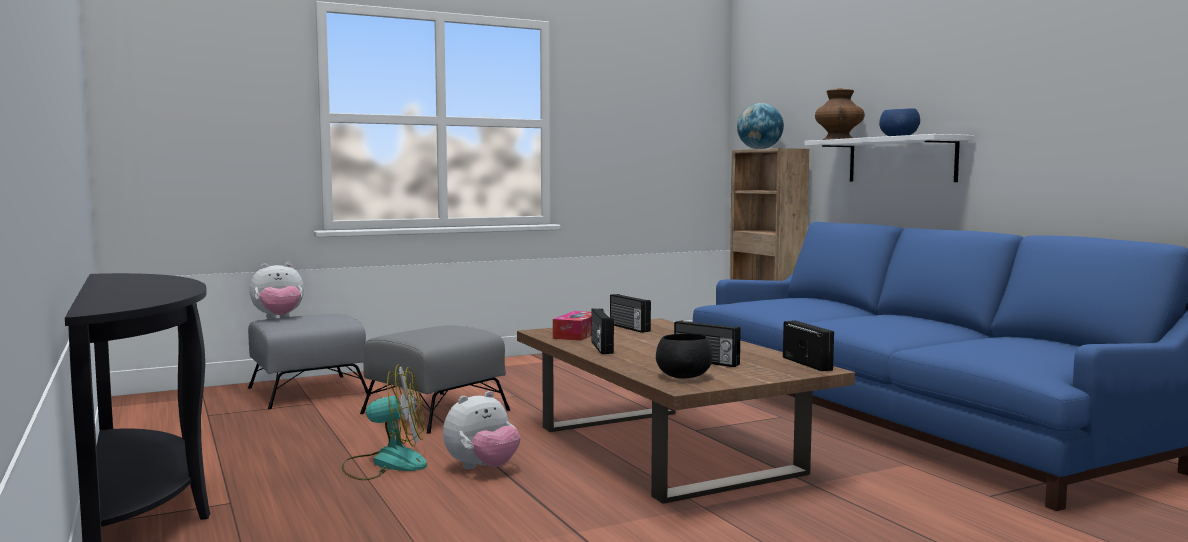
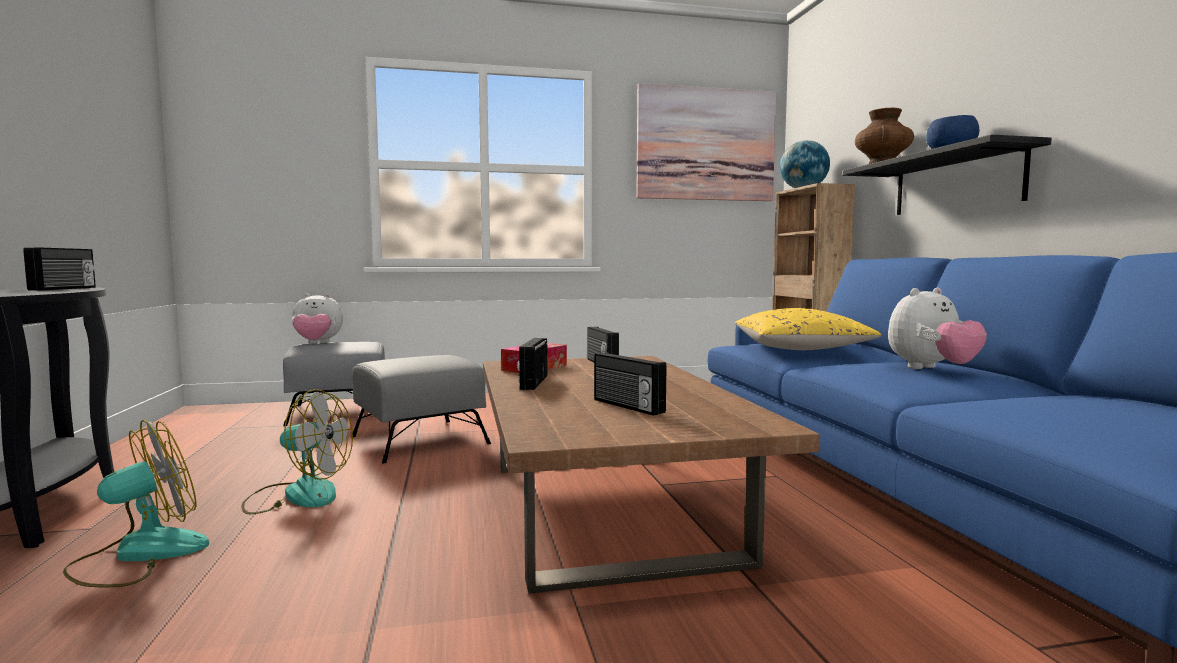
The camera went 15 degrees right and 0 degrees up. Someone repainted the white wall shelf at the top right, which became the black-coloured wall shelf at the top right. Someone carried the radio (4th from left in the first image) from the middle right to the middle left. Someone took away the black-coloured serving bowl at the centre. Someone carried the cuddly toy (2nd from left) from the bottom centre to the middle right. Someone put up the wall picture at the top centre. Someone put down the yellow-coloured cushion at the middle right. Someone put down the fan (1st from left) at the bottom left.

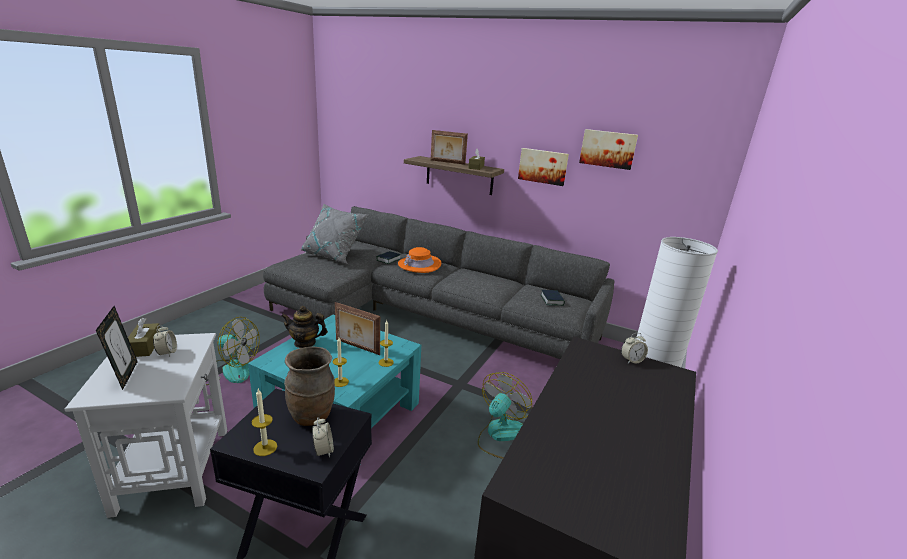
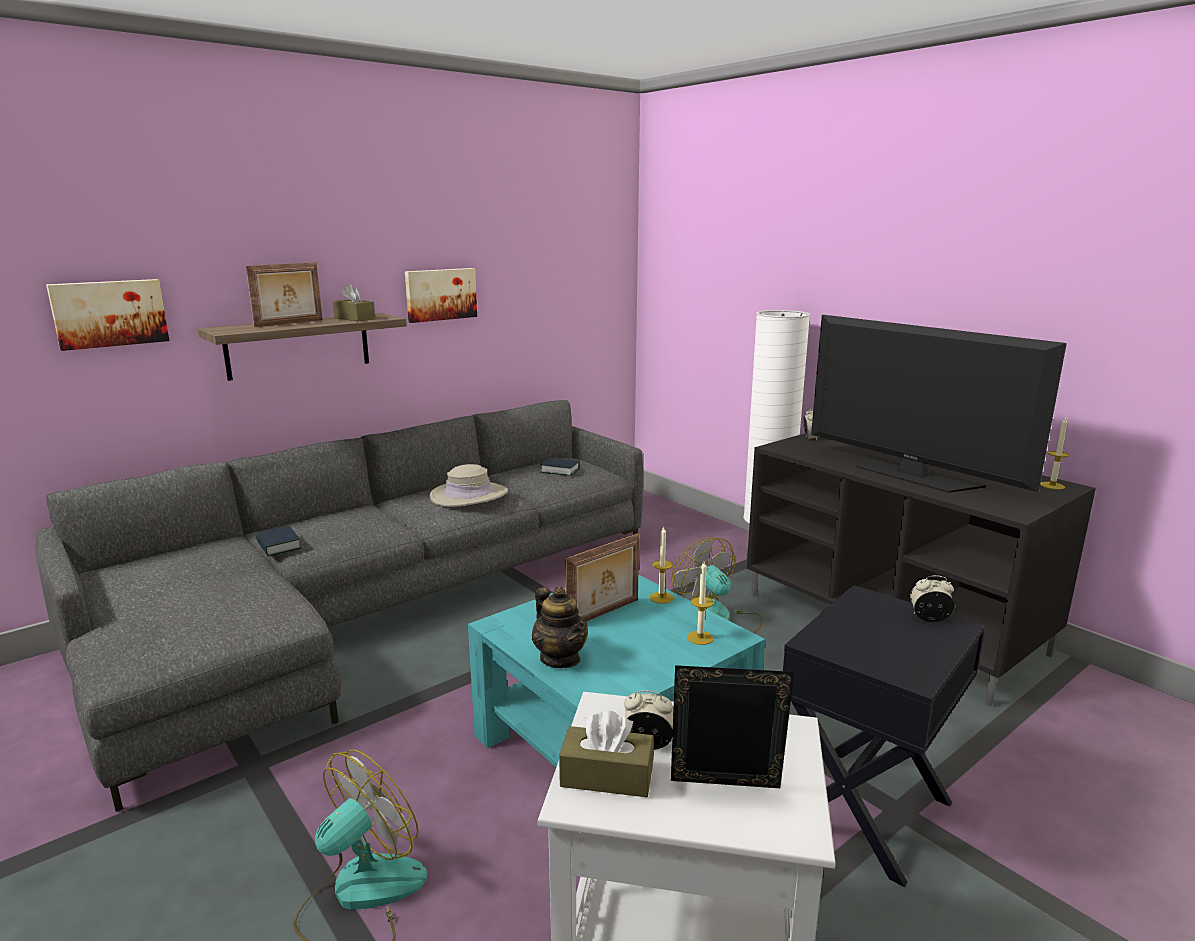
The camera went 65 degrees left and 5 degrees down. Someone carried the wall picture (2nd from left in the first image) from the top right to the middle left. Someone took away the greyish cushion at the centre. Someone took away the orange hat at the centre. Someone rotated the pot for tea at the centre by 60 degrees counterclockwise. Someone took away the brown-coloured decorative vase at the bottom centre. Someone carried the candle (1st from left in the first image) from the bottom left to the middle right. Someone put down the TV at the middle right. Someone put down the beige hat at the centre.

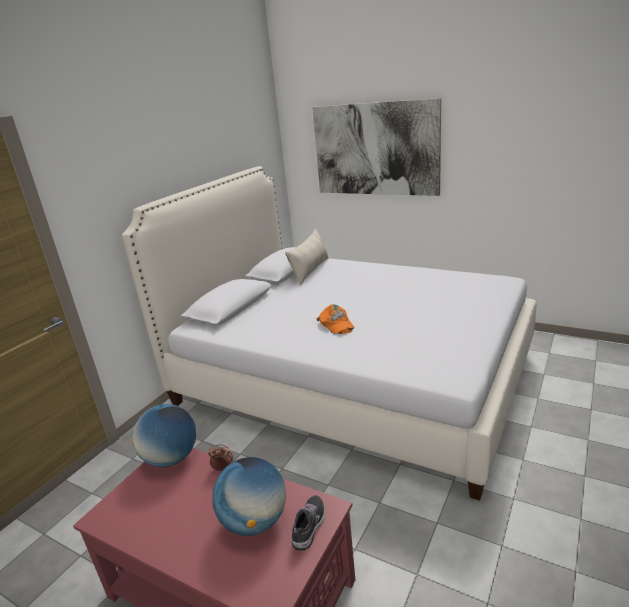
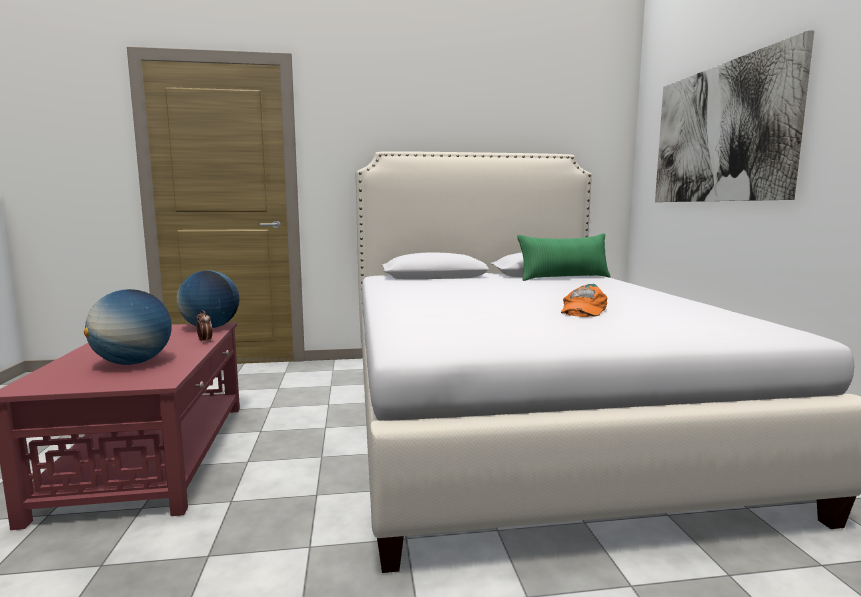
The camera went 50 degrees right and 15 degrees down. Someone repainted the beige cushion at the centre, which became the greenish cushion at the centre. Someone carried the orange cap from the centre to the middle right. Someone took away the item of footwear at the bottom centre.

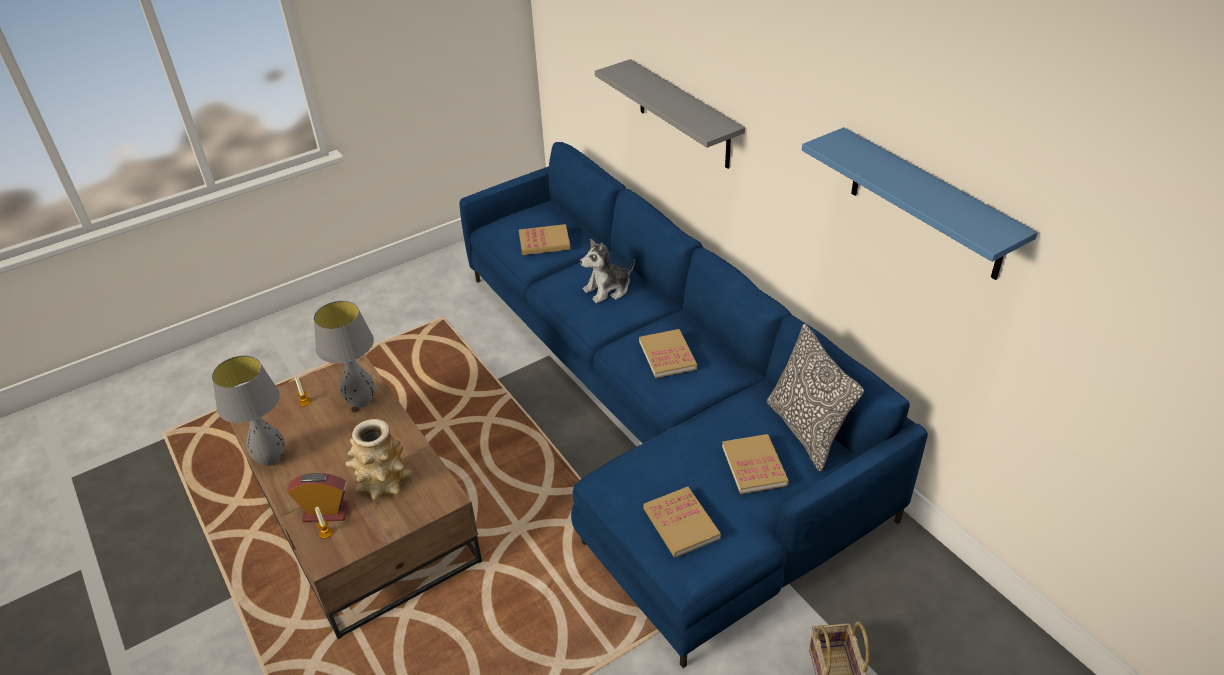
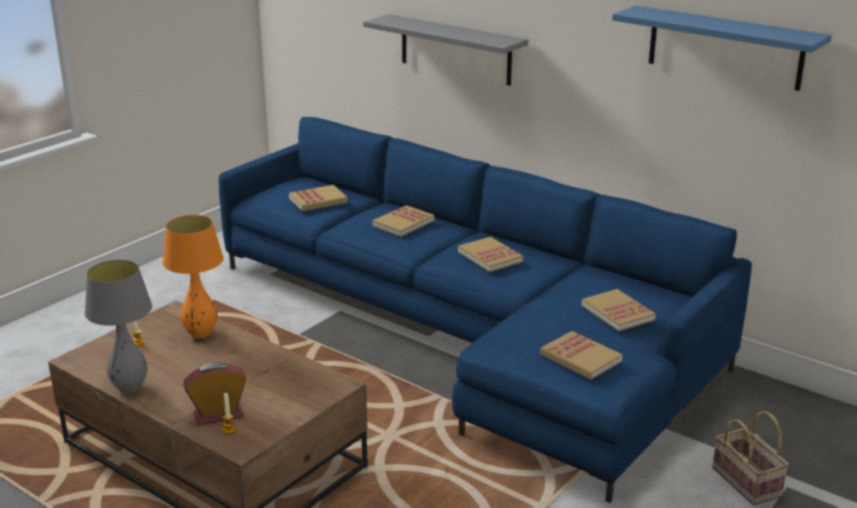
The camera went 20 degrees left and 15 degrees down. Someone swapped the cuddly toy at the centre for the book (2nd from left) at the centre. Someone repainted the greyish table lamp (2nd from left) at the middle left, which became the orange table lamp at the middle left. Someone took away the cushion at the centre. Someone took away the decorative vase at the bottom left.

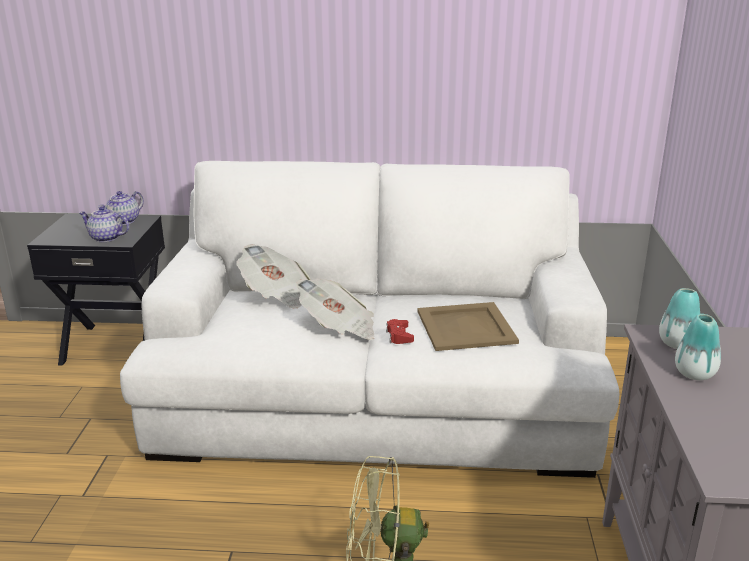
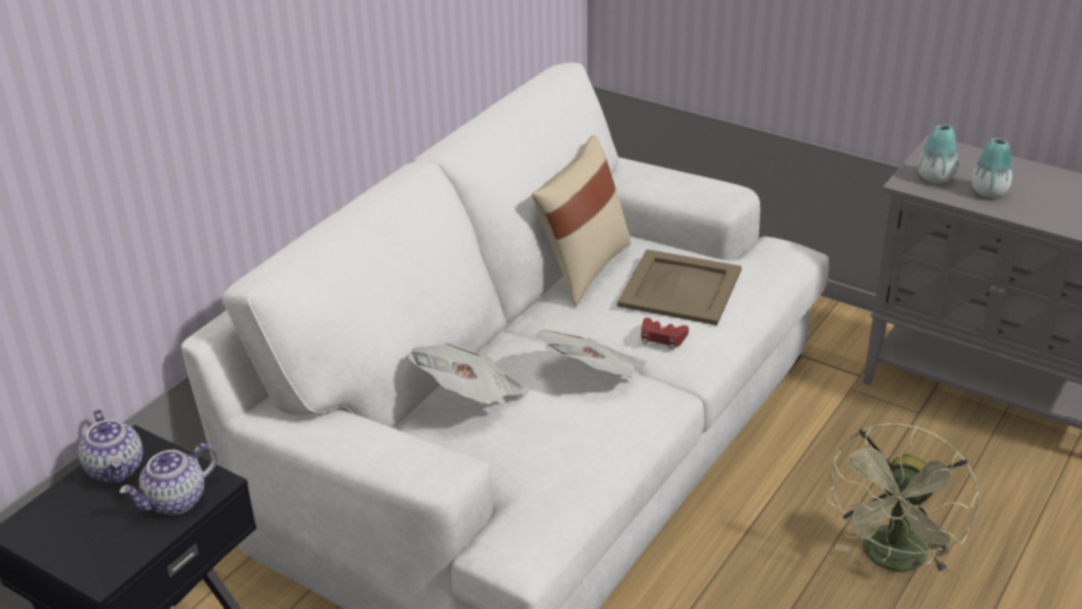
The camera went 60 degrees left and 10 degrees up. Someone put down the beige cushion at the centre.

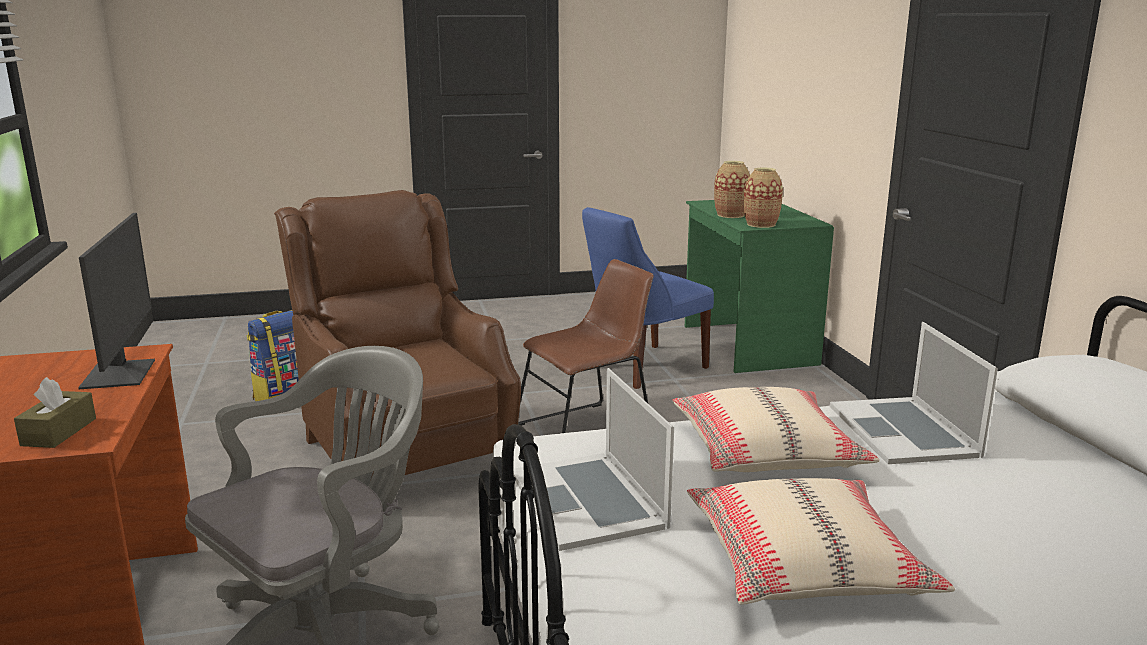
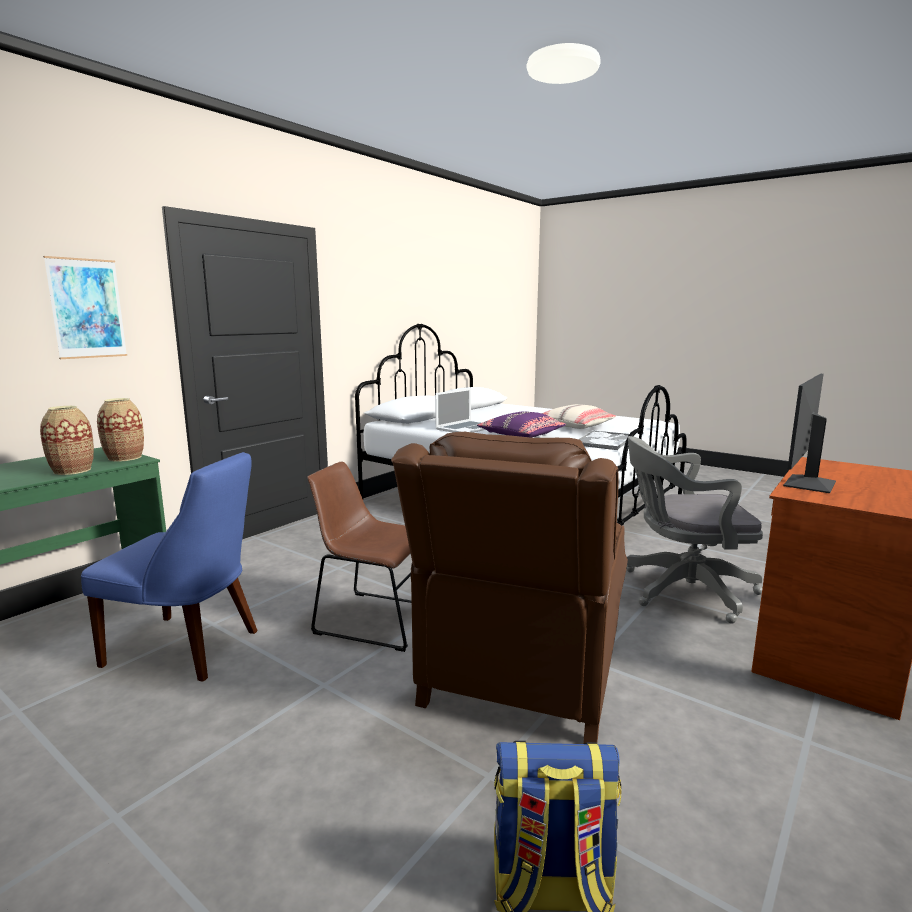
The camera went 130 degrees left and 5 degrees down. Someone swapped the laptop (1st from left) at the bottom centre for the tray at the centre. Someone took away the brown-coloured box of tissues at the middle left. Someone repainted the beige cushion (1st from left) at the middle right, which became the purplish cushion at the centre. Someone put up the wall picture at the middle left.

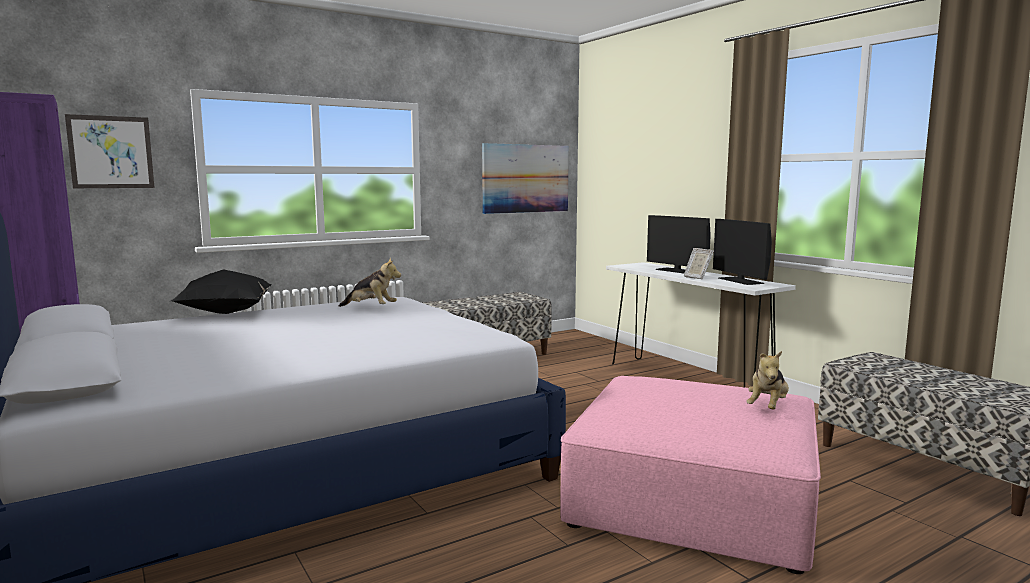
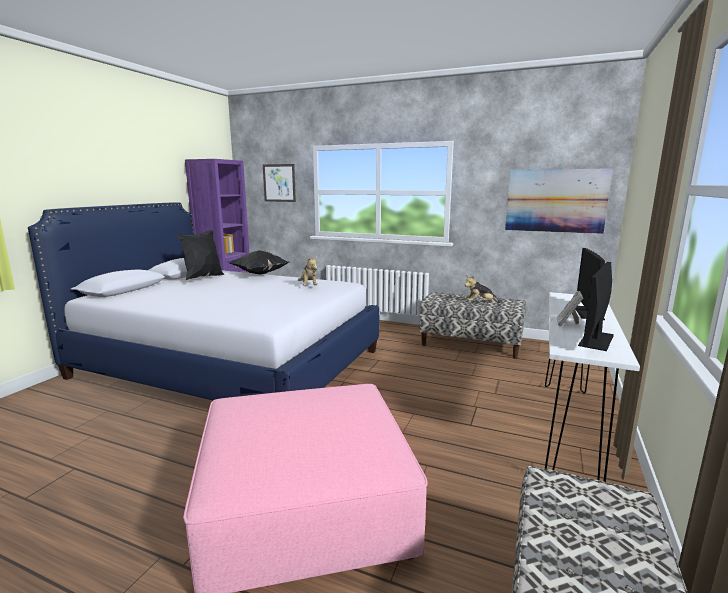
The camera went 55 degrees right and 5 degrees up. Someone carried the cuddly toy (2nd from left) from the middle right to the centre. Someone put down the black-coloured cushion (1st from left) at the middle left.

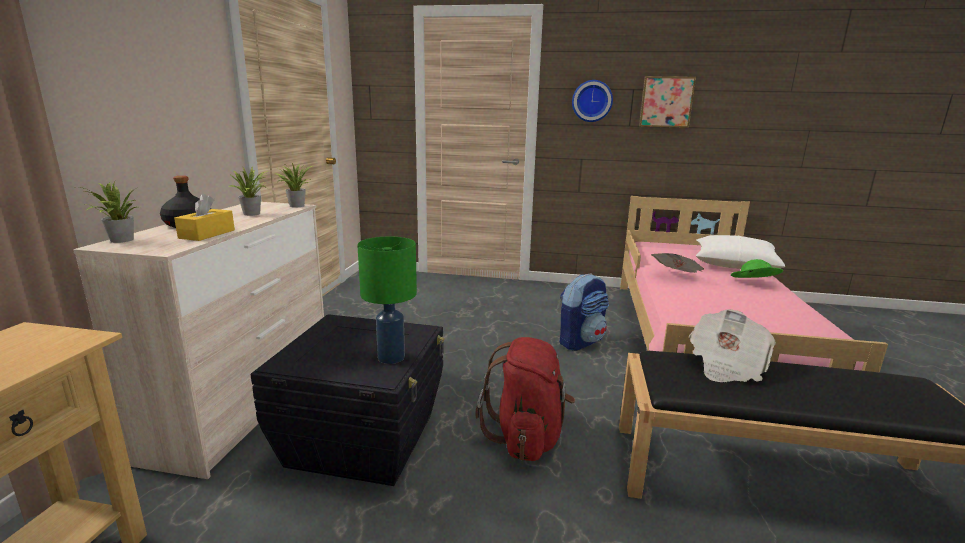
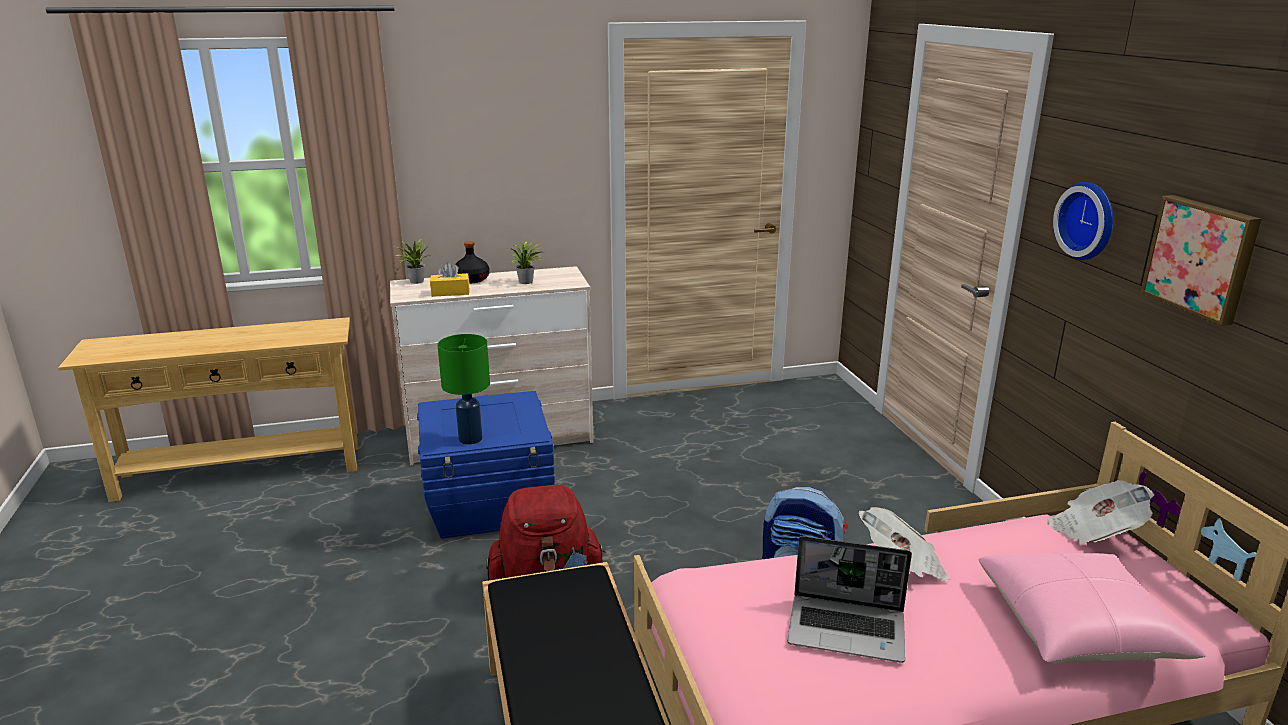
The camera went 65 degrees right and 5 degrees up. Someone took away the potted plant (3rd from left) at the middle left. Someone repainted the white cushion at the middle right, which became the pinkish cushion at the bottom right. Someone took away the greenish hat at the middle right. Someone carried the daily paper (2nd from left) from the middle right to the bottom right. Someone repainted the black-coloured storage box at the bottom centre, which became the bluish storage box at the centre. Someone put down the laptop at the bottom centre.

